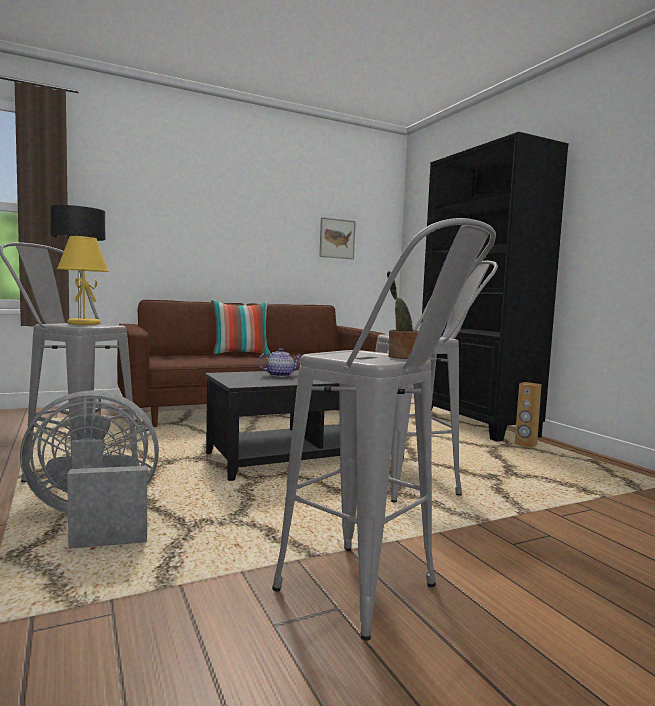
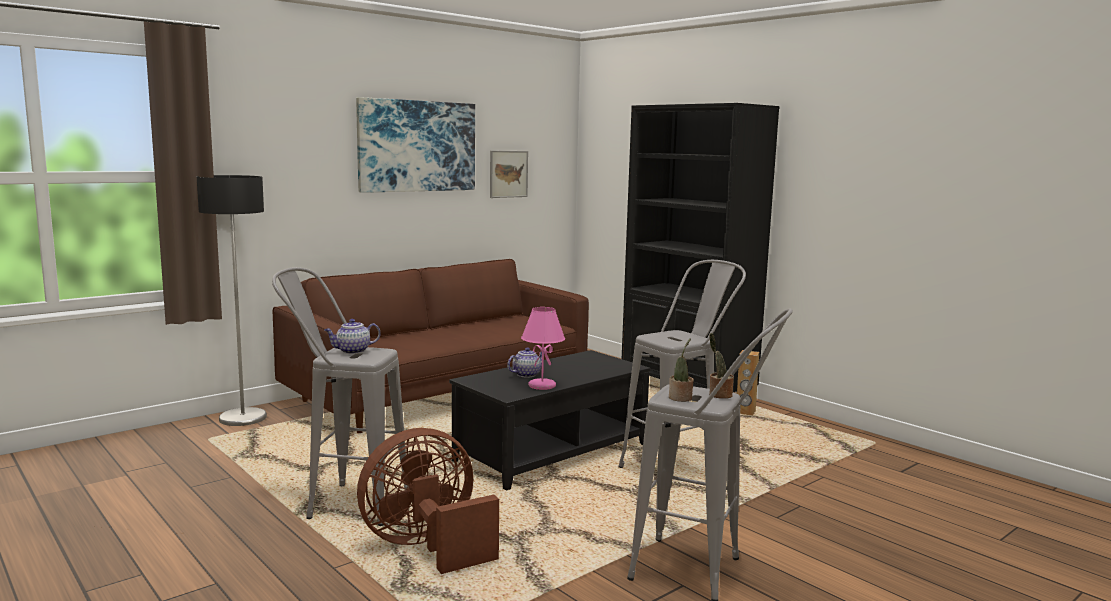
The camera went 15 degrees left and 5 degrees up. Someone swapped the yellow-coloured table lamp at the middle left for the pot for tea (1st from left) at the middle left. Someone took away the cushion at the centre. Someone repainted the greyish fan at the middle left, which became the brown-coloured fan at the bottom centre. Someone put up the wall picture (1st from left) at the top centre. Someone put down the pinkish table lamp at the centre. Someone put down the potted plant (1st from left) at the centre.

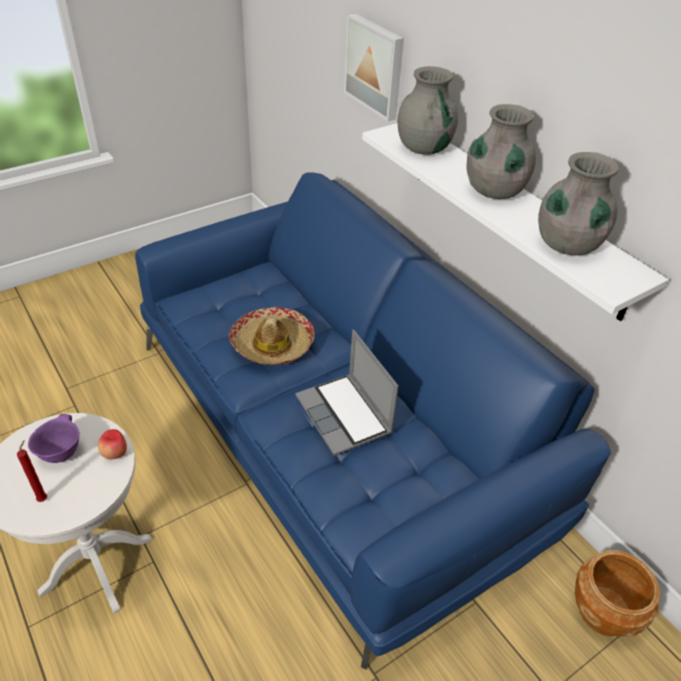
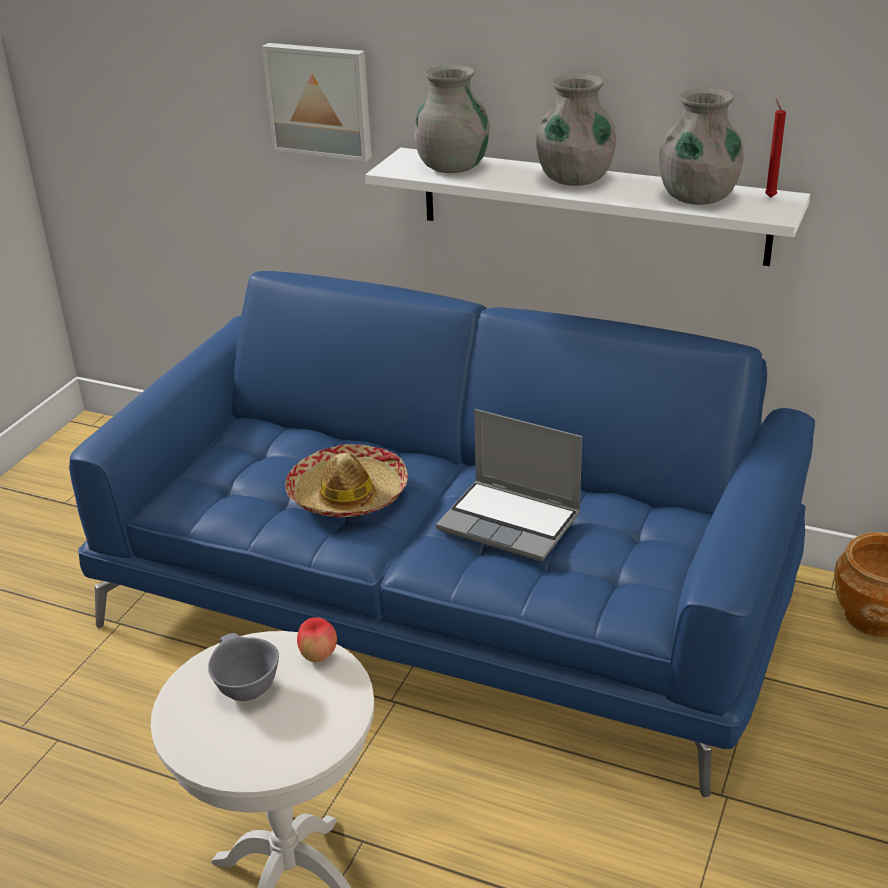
The camera went 30 degrees left and 10 degrees down. Someone repainted the purplish serving bowl at the middle left, which became the greyish serving bowl at the bottom left. Someone carried the red candle from the bottom left to the top right.

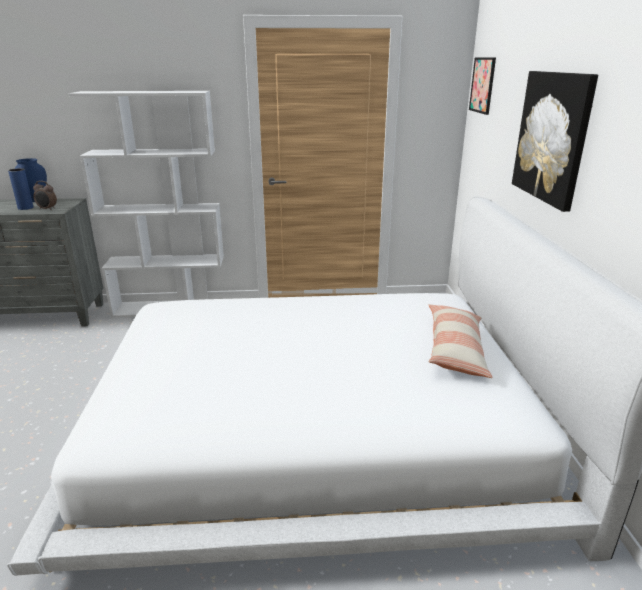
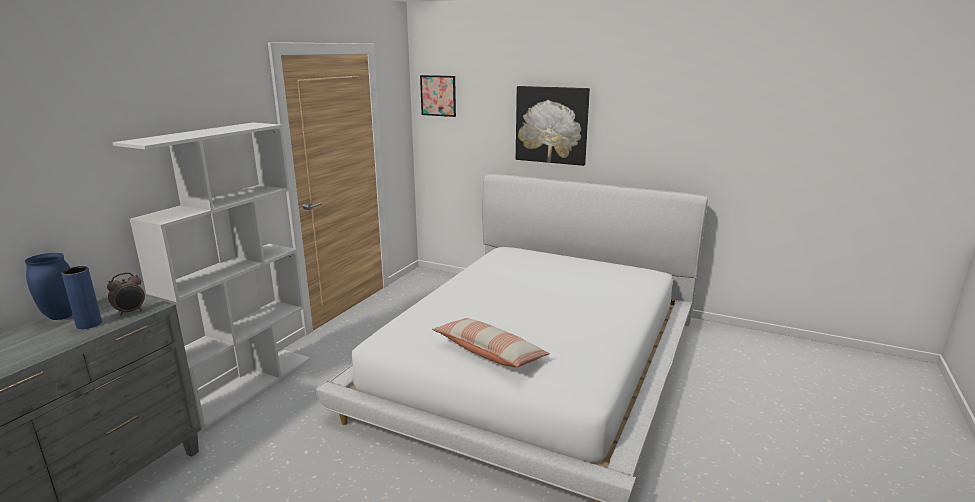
The camera went 60 degrees left and 5 degrees down. Someone carried the cushion from the middle right to the bottom centre.

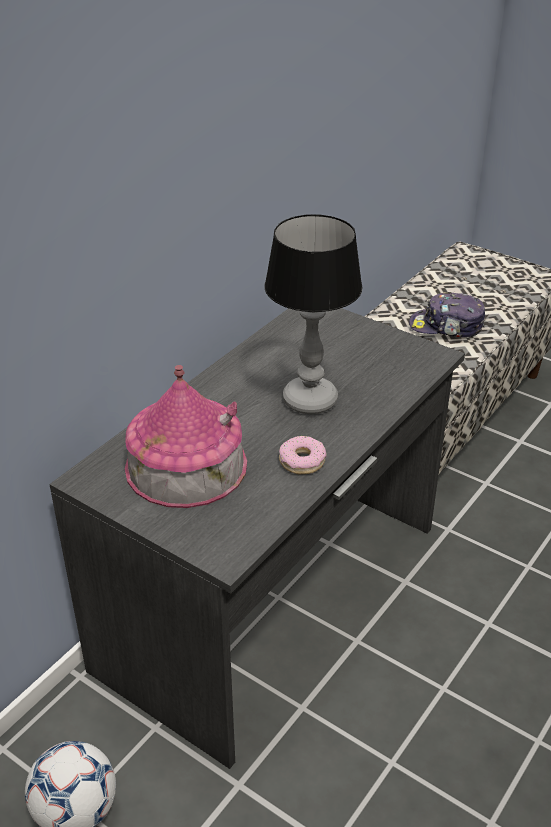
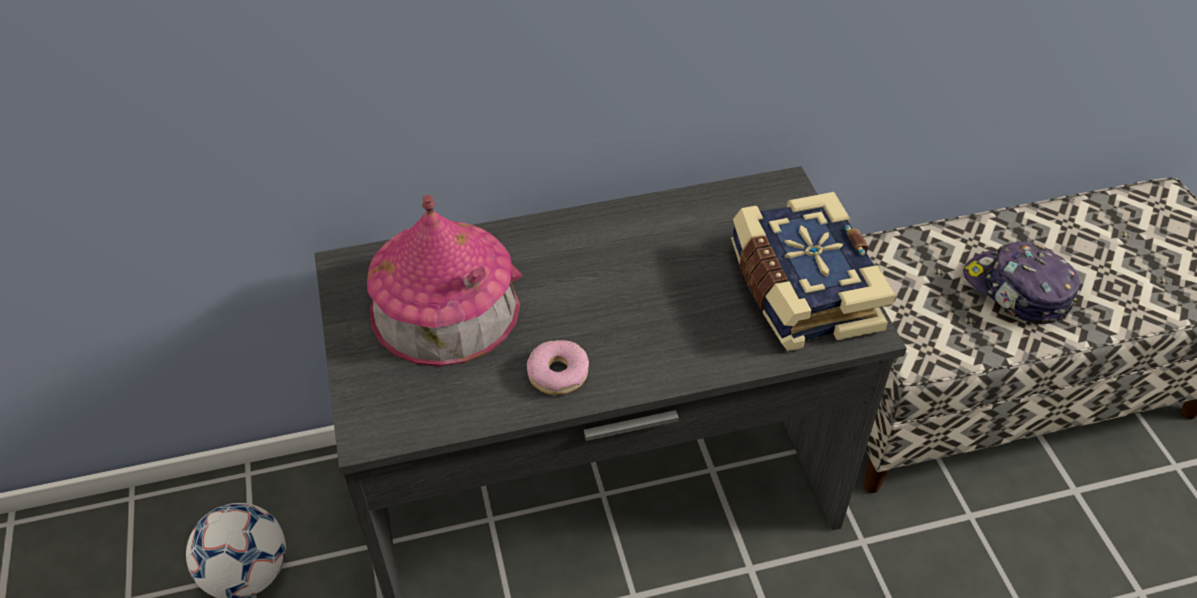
The camera went 40 degrees right and 10 degrees up. Someone took away the table lamp at the centre. Someone put down the book at the middle right.

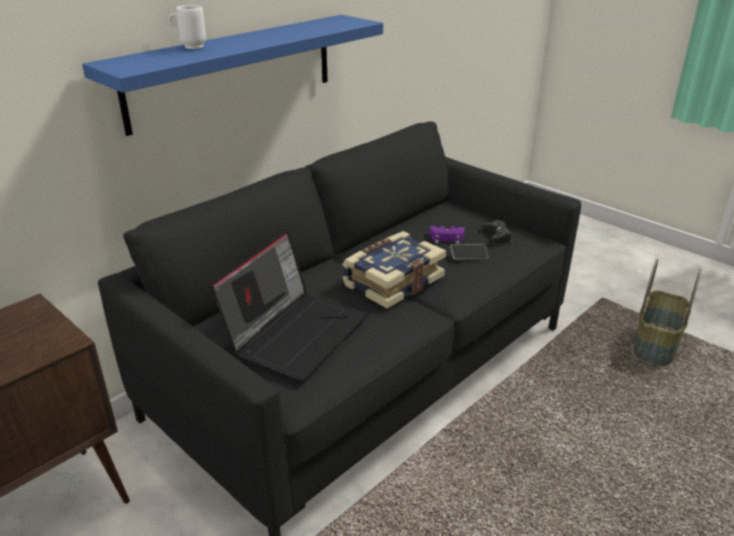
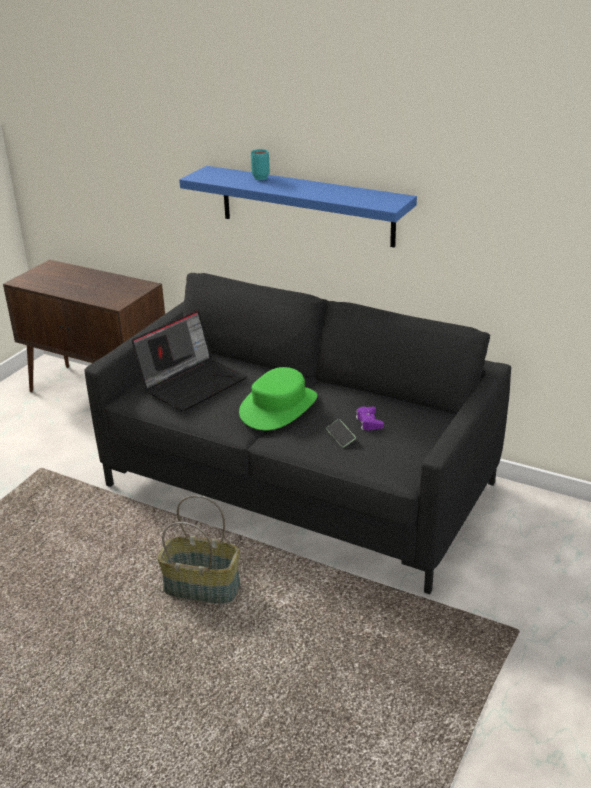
The camera went 75 degrees right and 0 degrees up. Someone repainted the white mug at the top left, which became the turquoise mug at the top centre. Someone took away the black-coloured gamepad at the middle right. Someone rotated the laptop at the centre by 60 degrees counterclockwise. Someone swapped the book at the centre for the greenish hat at the centre. Someone carried the basket from the middle right to the bottom centre.

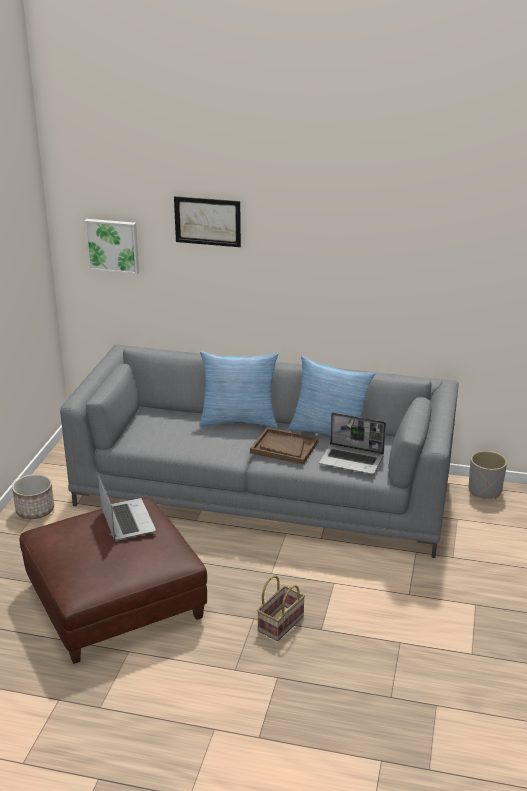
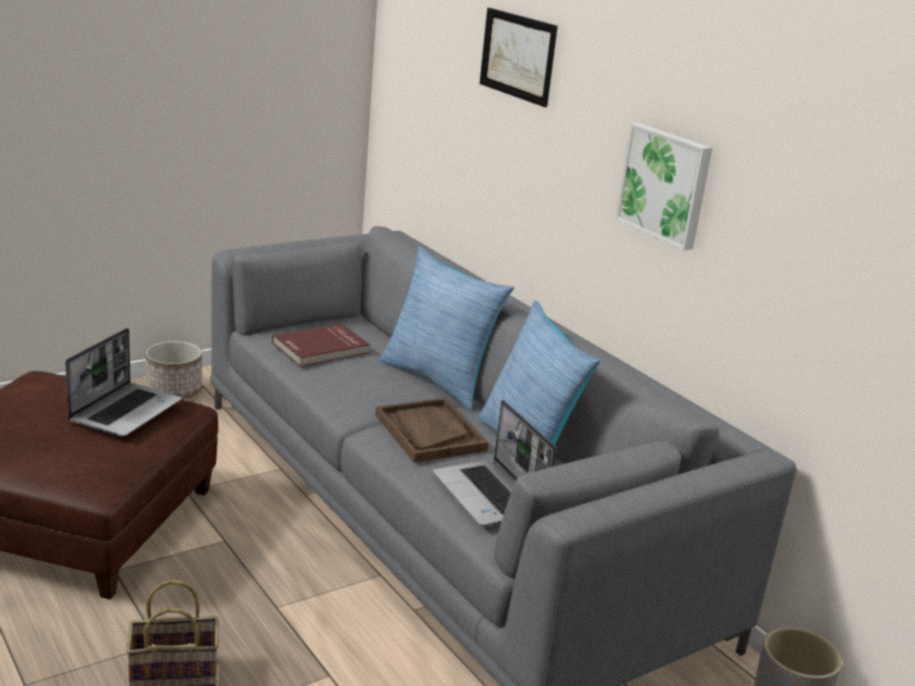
The camera went 40 degrees right and 5 degrees down. Someone carried the wall picture (1st from left in the first image) from the top left to the top right. Someone put down the red book at the centre.

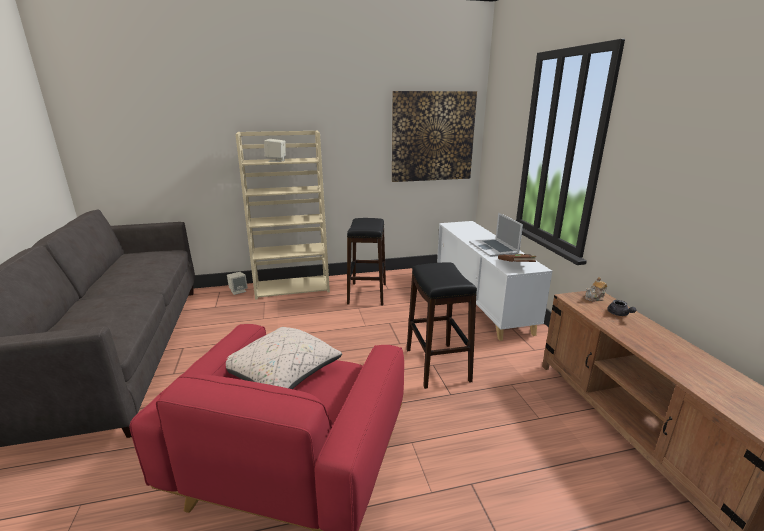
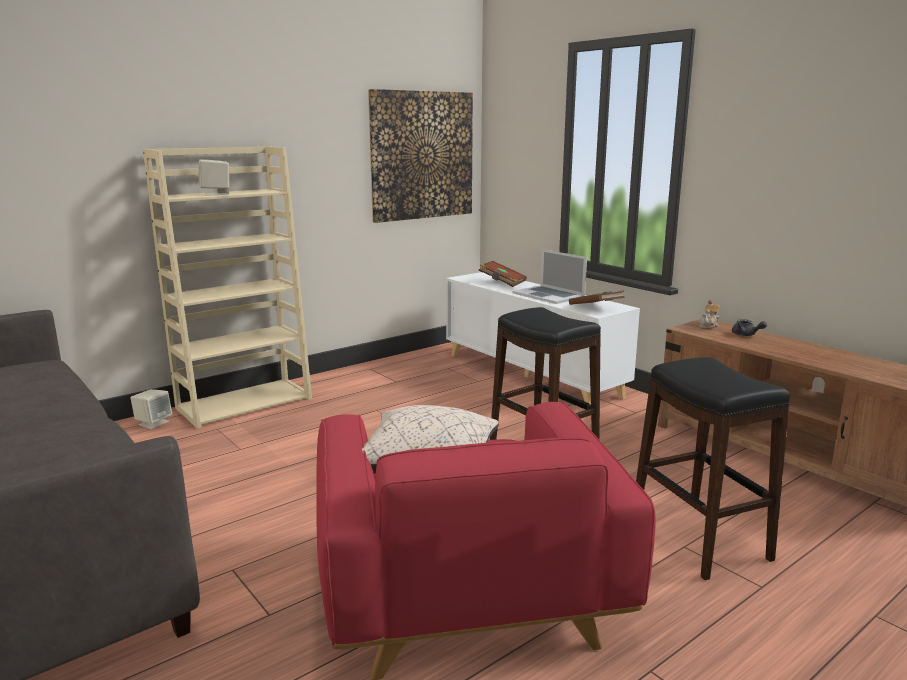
The camera went 25 degrees left and 5 degrees down. Someone carried the black-coloured stool (1st from left in the first image) from the centre to the bottom right. Someone put down the brown-coloured book (1st from left) at the centre.

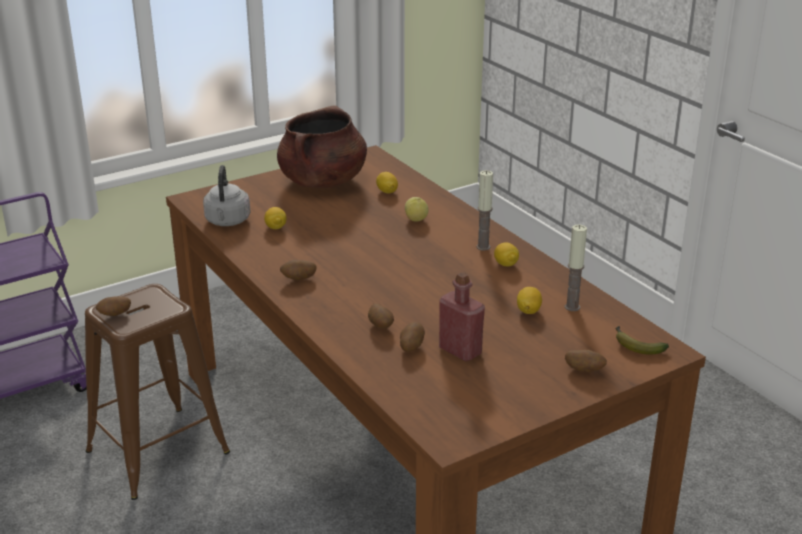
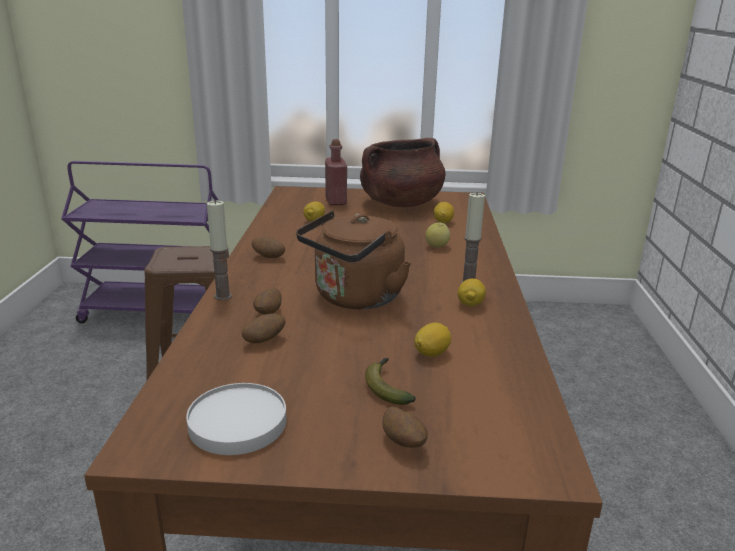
The camera went 35 degrees right and 5 degrees down. Someone took away the greyish water kettle at the middle left. Someone carried the candle (2nd from left in the first image) from the middle right to the middle left. Someone carried the red beverage bottle from the centre to the top centre. Someone took away the spud (1st from left) at the middle left. Someone carried the banana from the middle right to the bottom centre. Someone put down the brown-coloured water kettle at the centre. Someone put down the white flat dish at the bottom left.

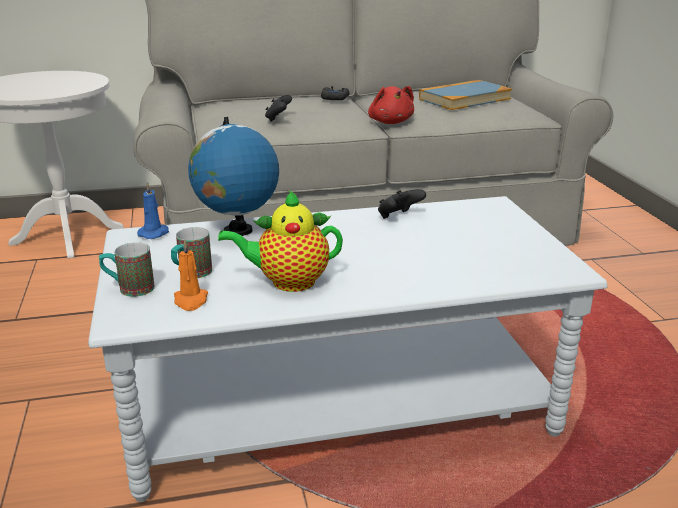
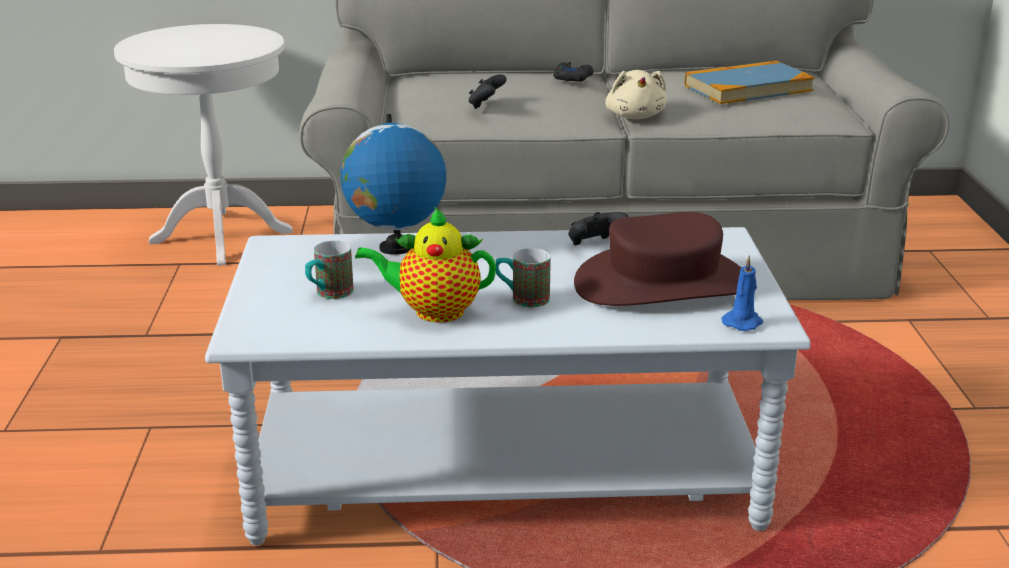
The camera went 10 degrees right and 0 degrees up. Someone repainted the red cuddly toy at the top centre, which became the beige cuddly toy at the top centre. Someone carried the bluish candle from the middle left to the middle right. Someone took away the orange candle at the middle left. Someone carried the mug (1st from left in the first image) from the middle left to the centre. Someone put down the brown-coloured hat at the centre.

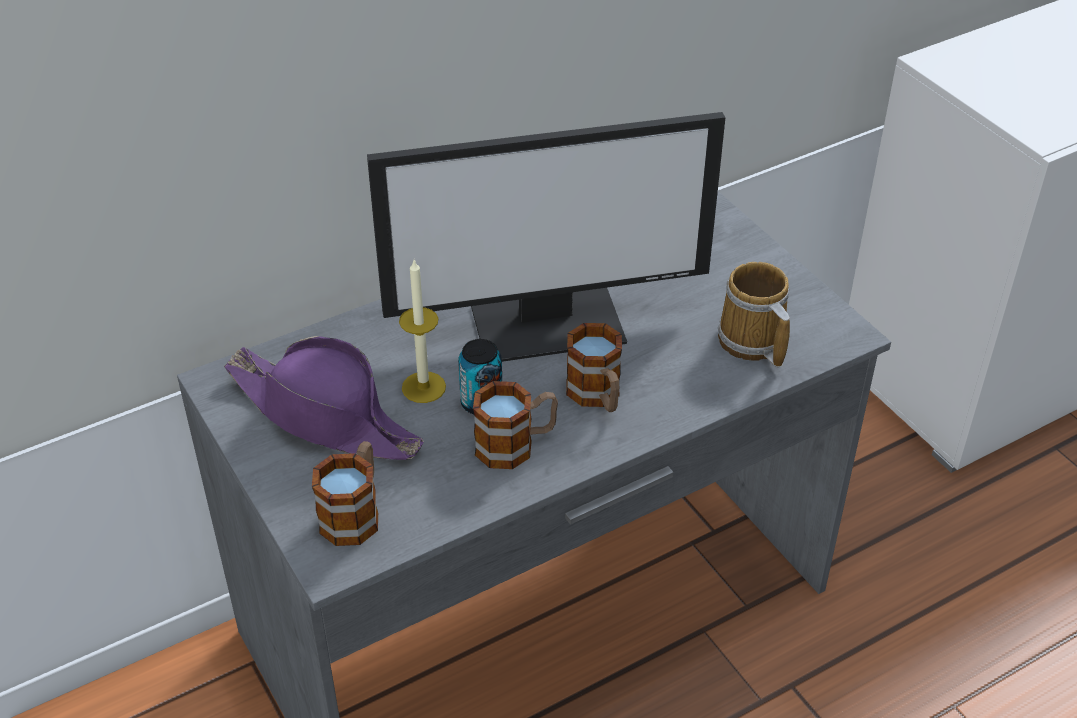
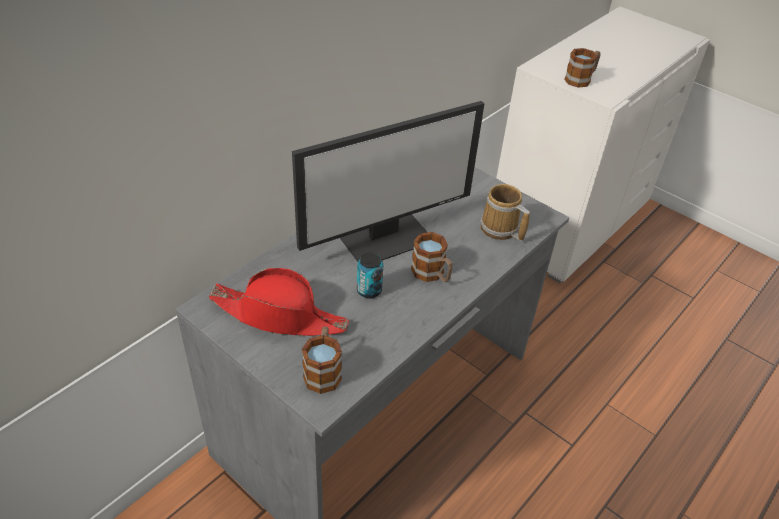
The camera went 20 degrees left and 0 degrees up. Someone took away the candle at the centre. Someone repainted the purplish hat at the middle left, which became the red hat at the centre. Someone carried the mug (2nd from left in the first image) from the centre to the top right.

